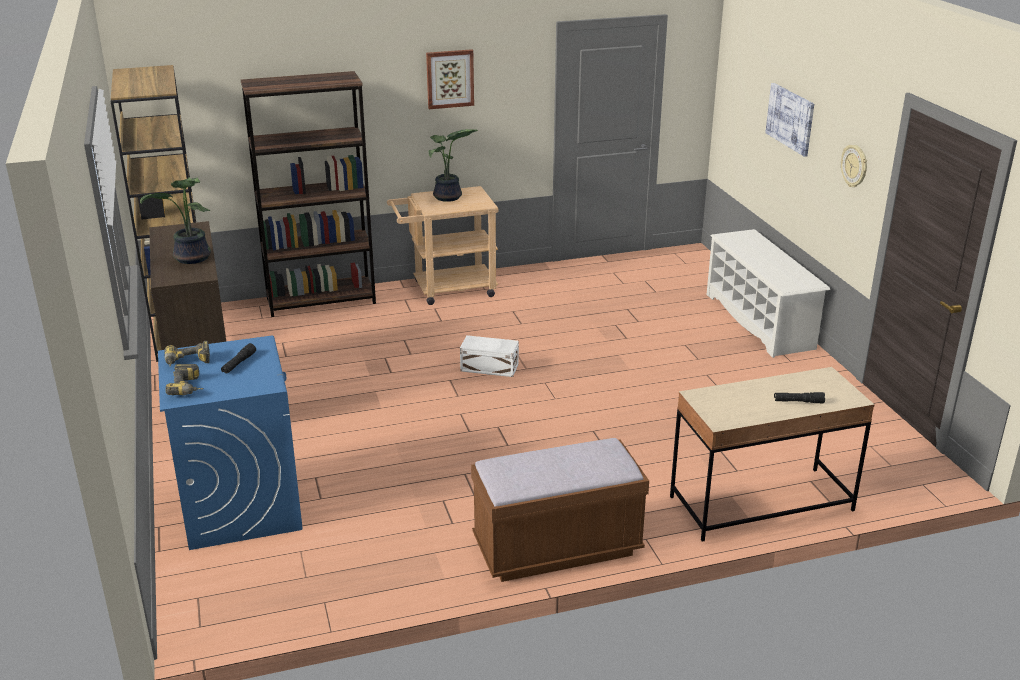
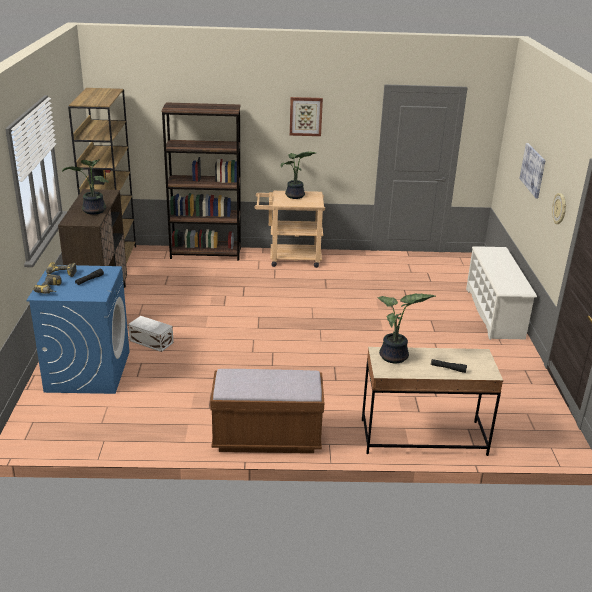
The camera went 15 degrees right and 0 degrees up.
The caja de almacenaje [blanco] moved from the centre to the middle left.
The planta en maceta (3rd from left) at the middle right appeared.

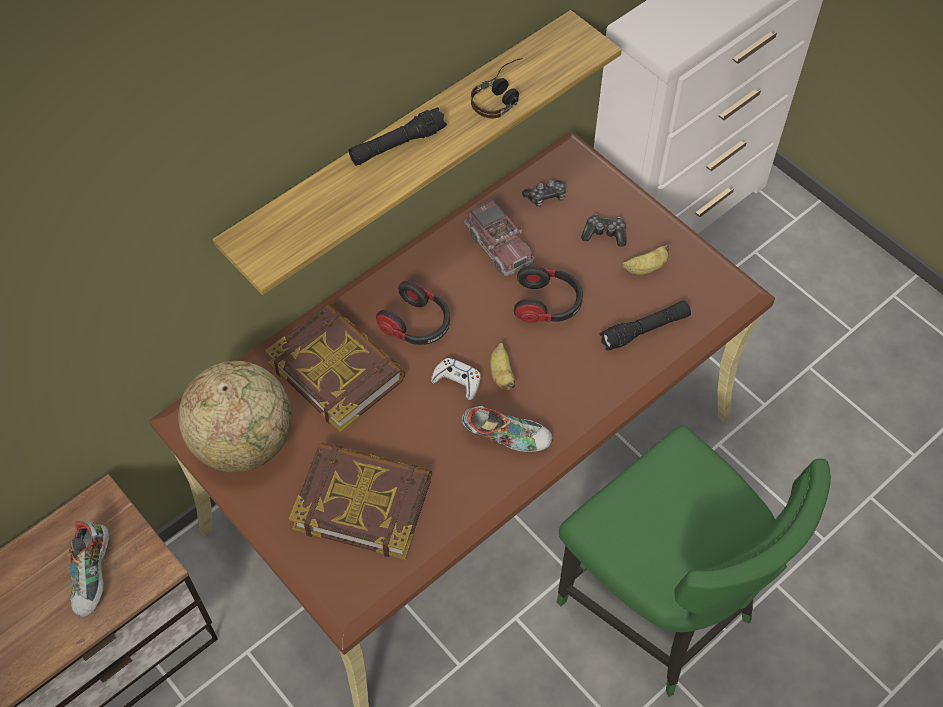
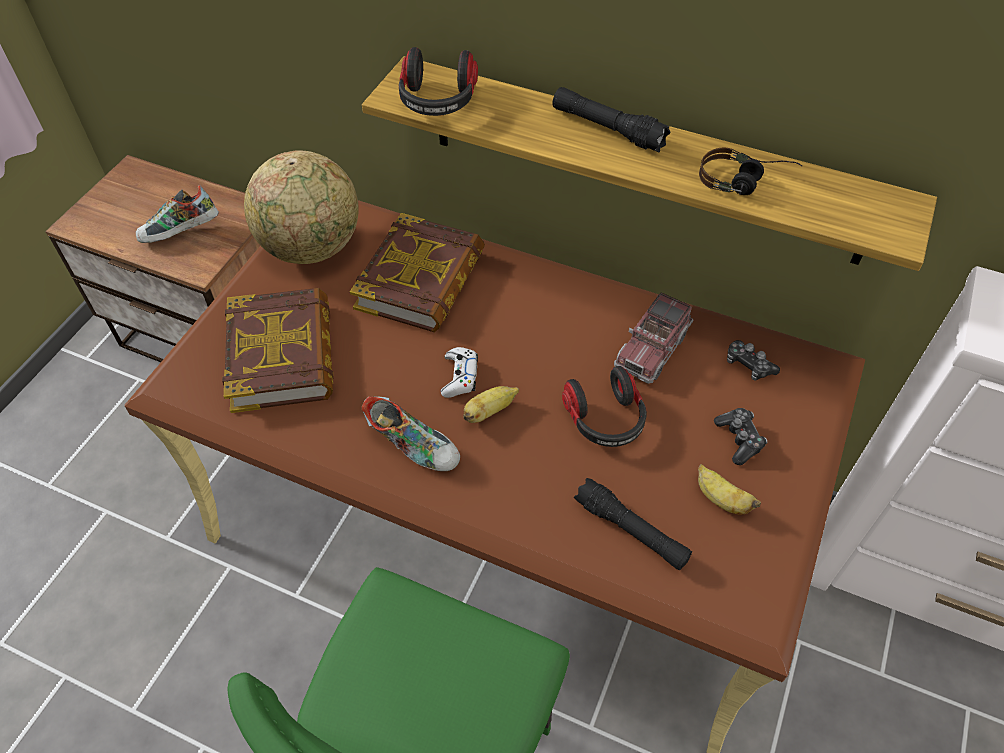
The camera went 65 degrees right and 5 degrees down.
The zapato (2nd from left) at the centre turned 45 degrees counterclockwise.
The auriculares (1st from left) moved from the centre to the top centre.

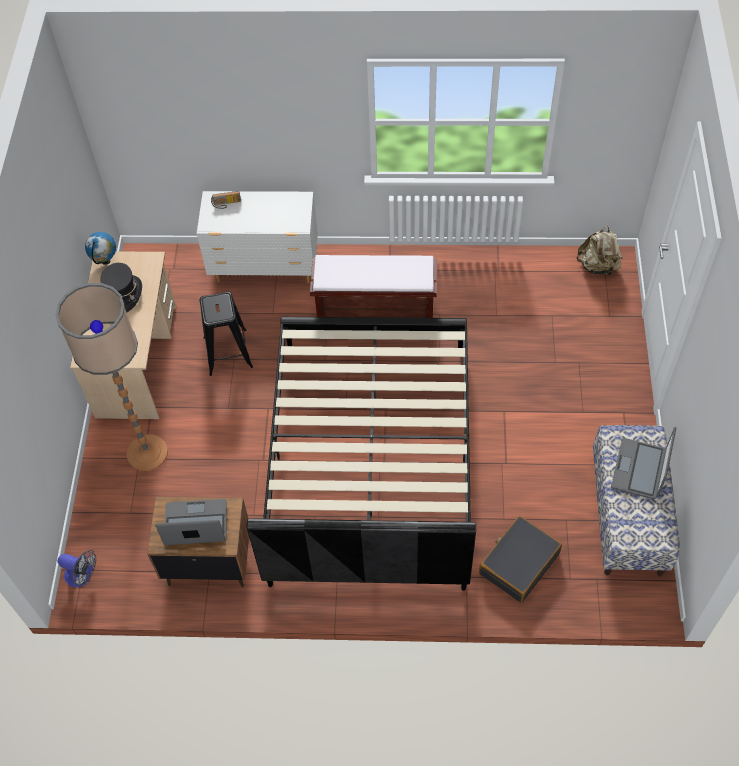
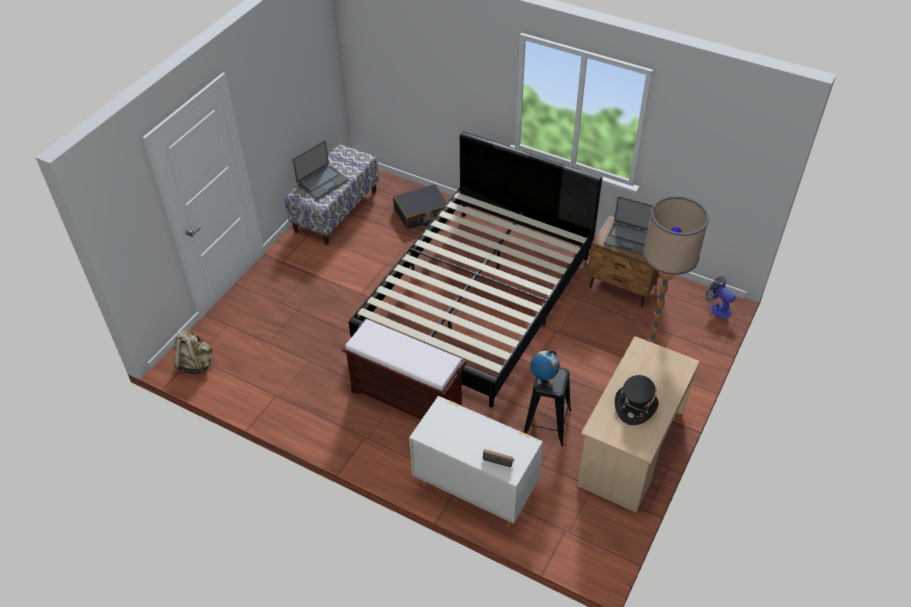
The camera went 155 degrees left and 10 degrees down.
The globo terráqueo moved from the top left to the centre.

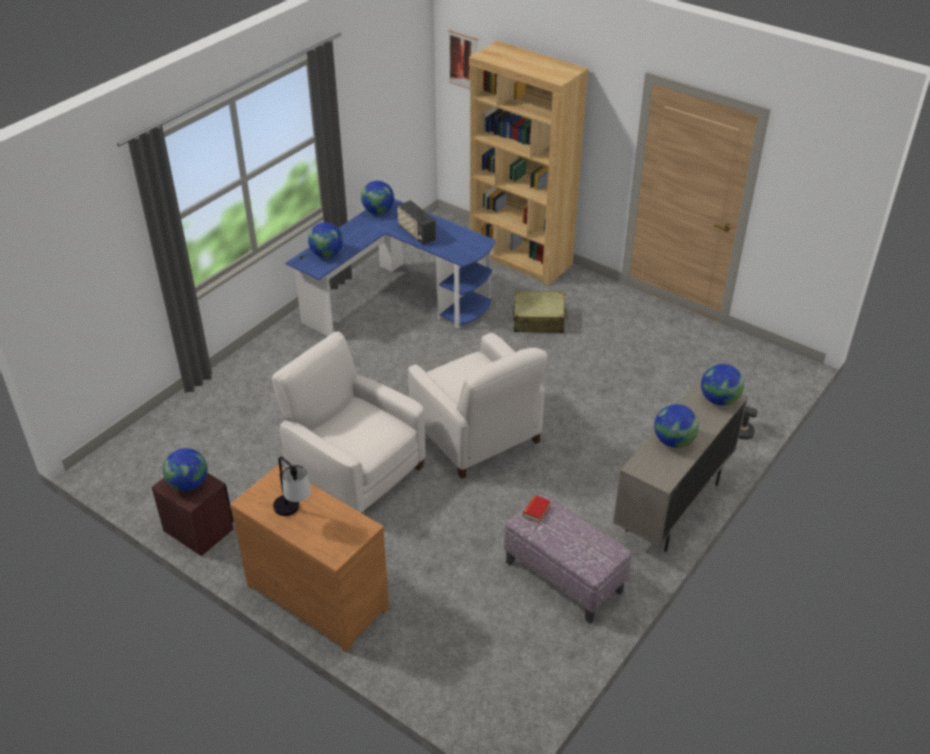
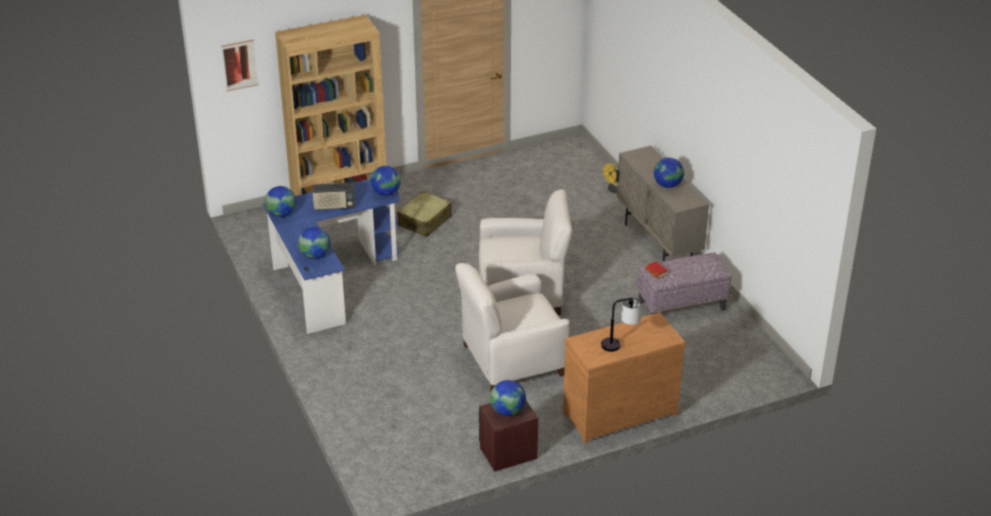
The camera went 60 degrees left and 5 degrees down.
The globo terráqueo (5th from left in the first image) moved from the middle right to the centre.

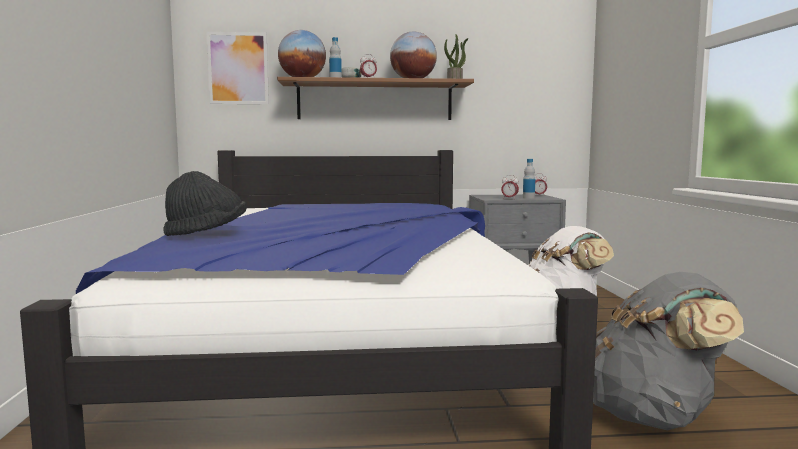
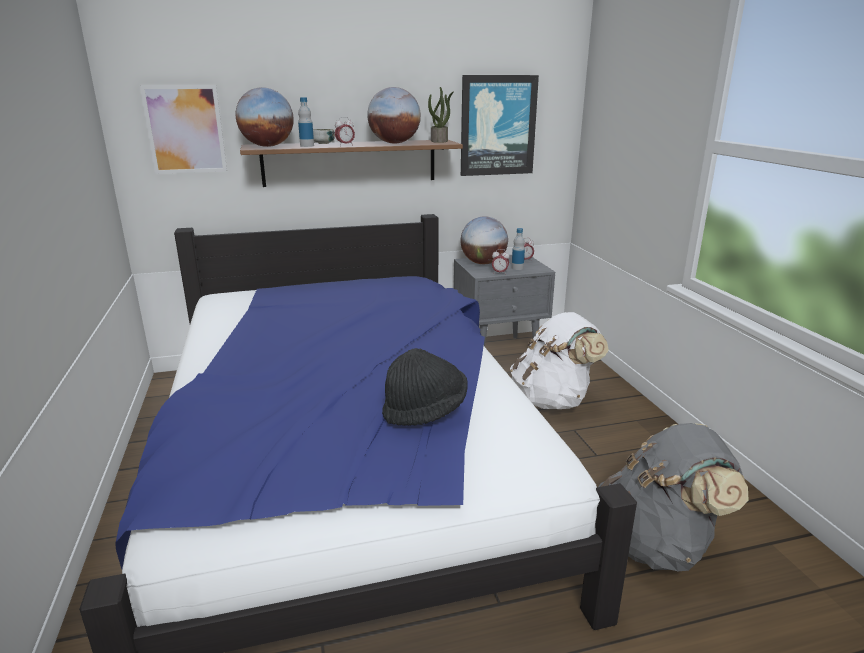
The camera went 10 degrees left and 15 degrees up.
The sombrero [negro] moved from the middle left to the centre.
The cuadro (2nd from left) at the top centre appeared.
The globo terráqueo (3rd from left) at the centre appeared.

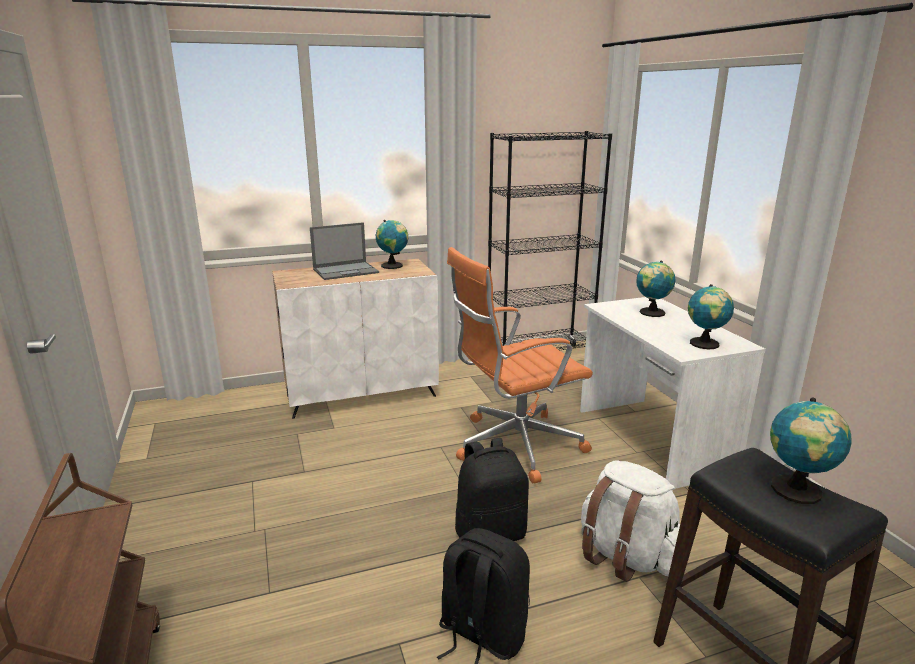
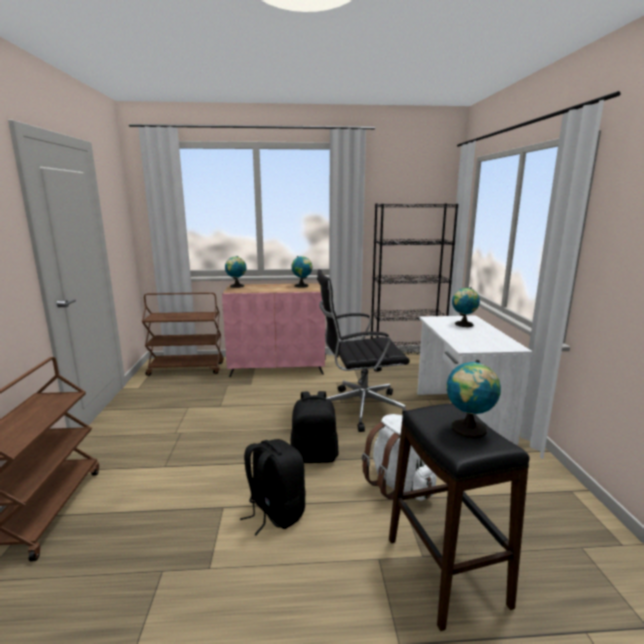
The camera went 15 degrees right and 5 degrees down.
The carrito [marrón] (2nd from left) at the middle left appeared.
The armario [blanco] at the centre became the armario [rosa] at the centre.
The globo terráqueo (3rd from left in the first image) moved from the middle right to the centre.
The silla de oficina [naranja] at the centre became the silla de oficina [negro] at the centre.
The portátil at the centre disappeared.

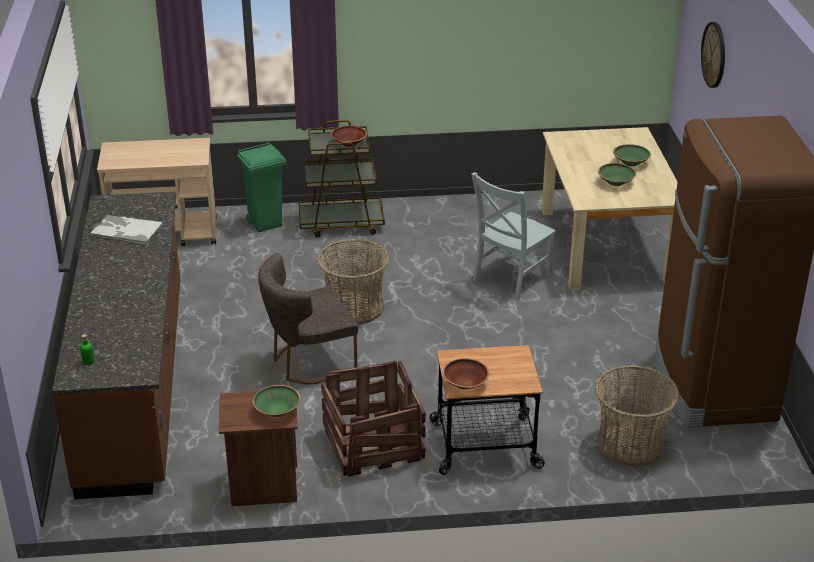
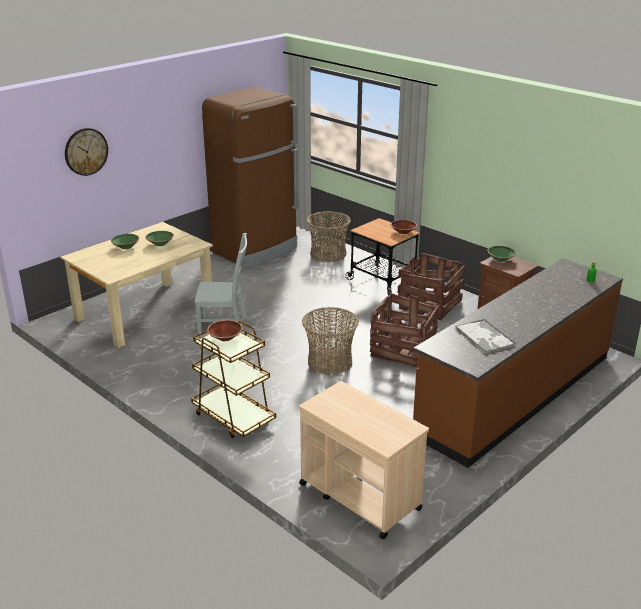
The camera went 130 degrees left and 5 degrees down.
The silla [gris] (1st from left) at the centre was replaced by the caja de embalaje (1st from left) at the centre.
The papelera [verde] at the top left disappeared.

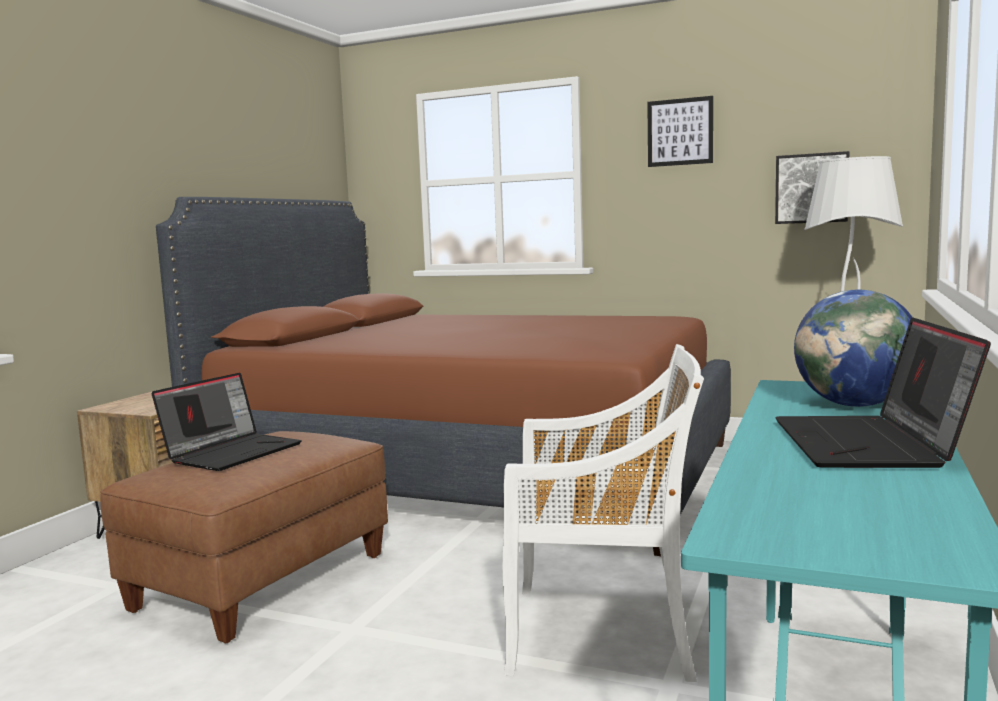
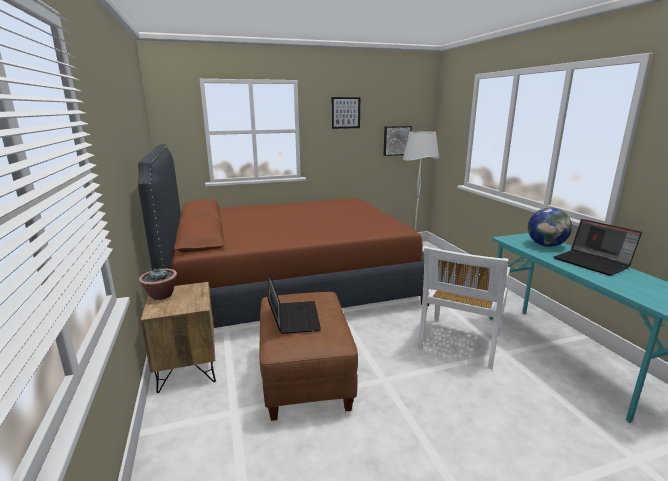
The camera went 40 degrees left and 10 degrees up.
The planta en maceta at the middle left appeared.
The silla [blanco] at the bottom centre turned 150 degrees clockwise.

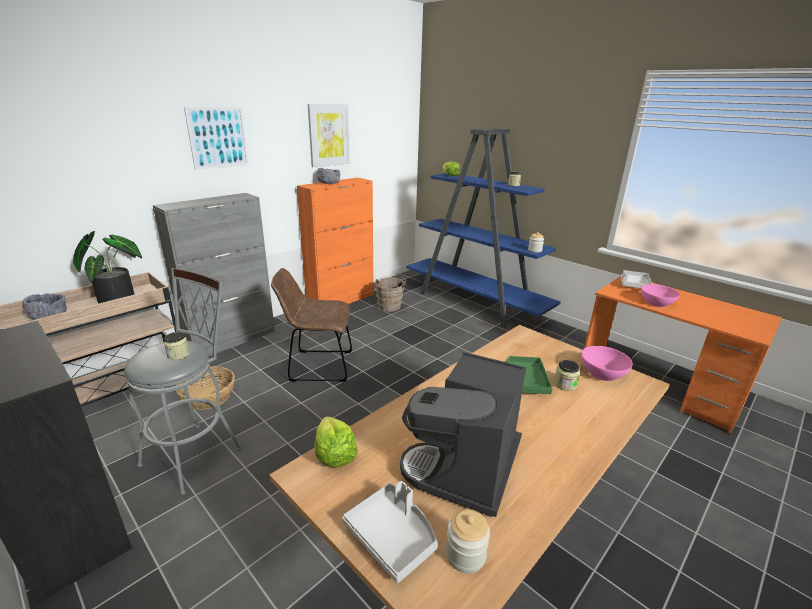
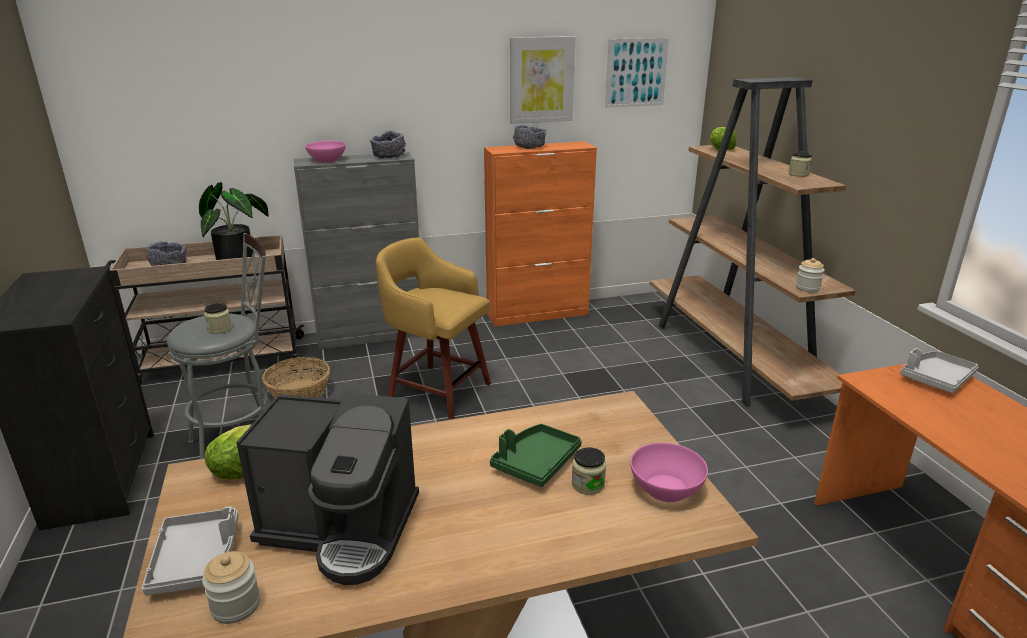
The camera went 30 degrees right and 0 degrees up.
The cafetera at the bottom centre turned 135 degrees counterclockwise.
The cuenco [rosa] (2nd from left in the first image) moved from the middle right to the top left.
The cuenco [gris] (2nd from left) at the top centre appeared.
The silla [marrón] at the centre was replaced by the taburete [amarillo] at the centre.
The cuadro (1st from left in the first image) moved from the top left to the top centre.
The estantería [azul] at the centre became the estantería [marrón] at the middle right.
The cubo [marrón] at the centre disappeared.

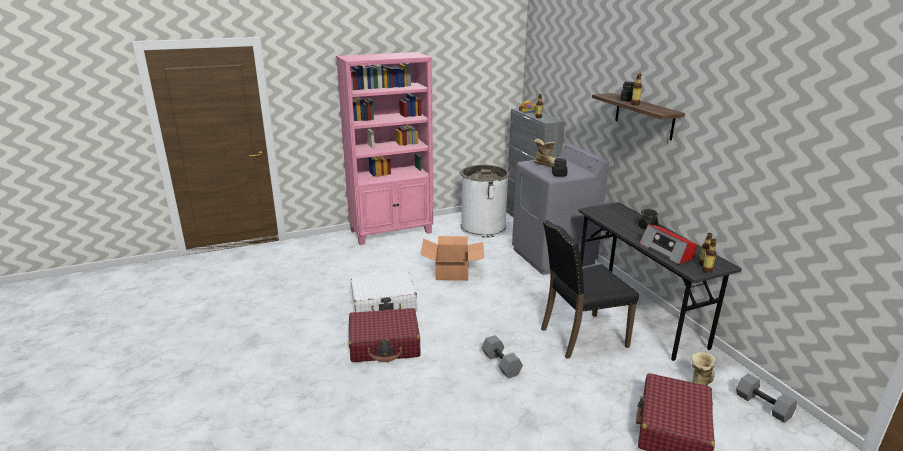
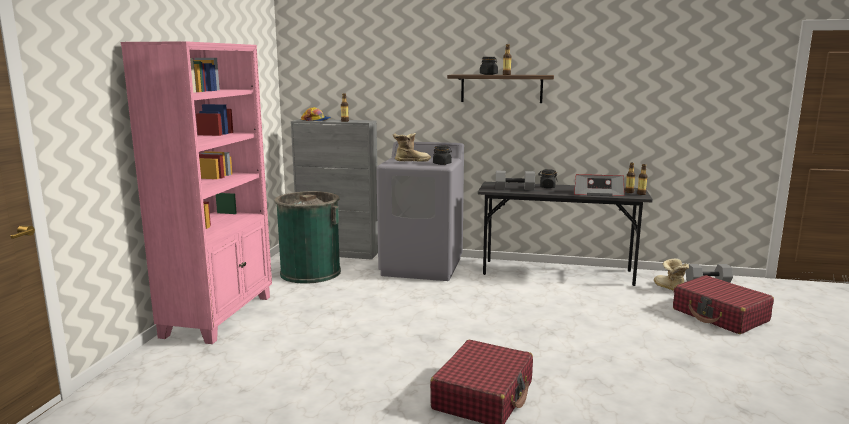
The camera went 55 degrees left and 10 degrees down.
The papelera [blanco] at the centre became the papelera [verde] at the centre.
The mancuerna [gris] (1st from left) moved from the bottom centre to the centre.
The maleta [blanco] at the centre disappeared.
The caja de cartón at the centre disappeared.
The silla [negro] at the centre disappeared.

